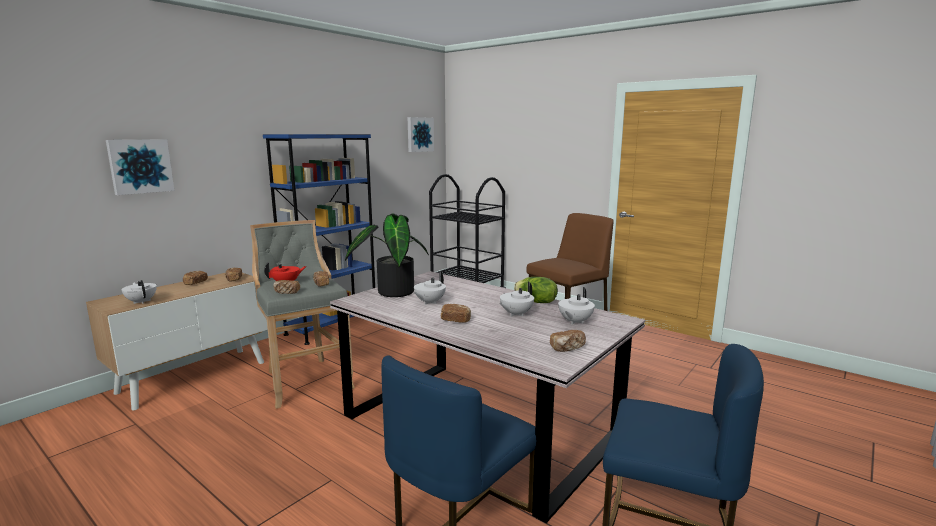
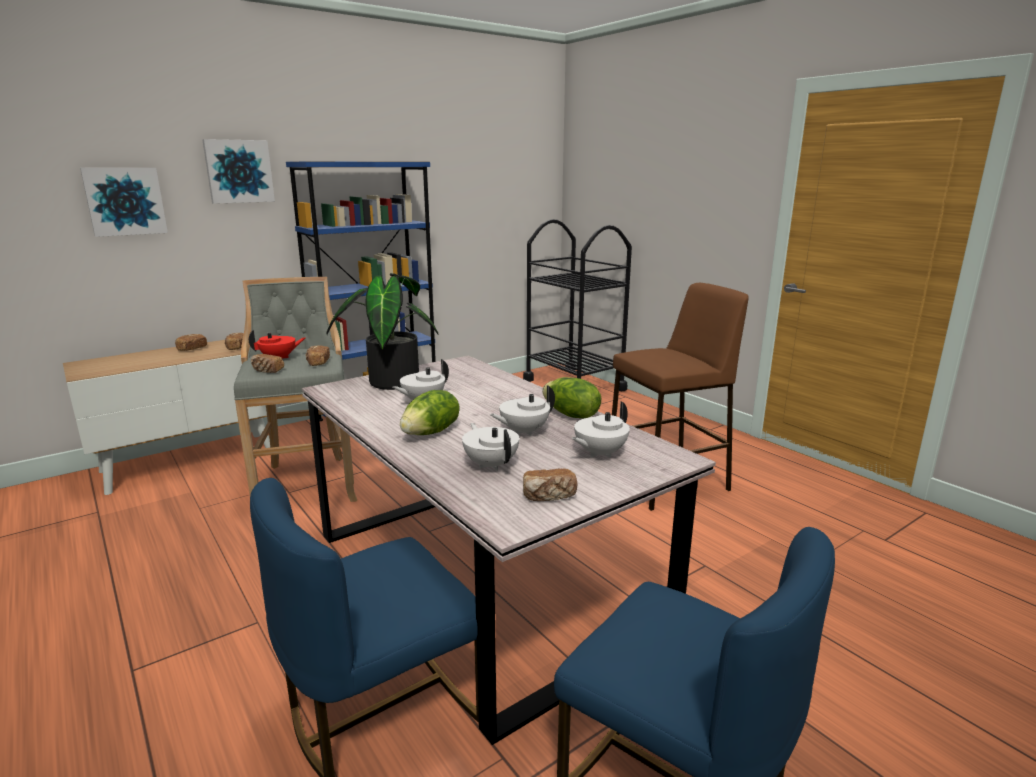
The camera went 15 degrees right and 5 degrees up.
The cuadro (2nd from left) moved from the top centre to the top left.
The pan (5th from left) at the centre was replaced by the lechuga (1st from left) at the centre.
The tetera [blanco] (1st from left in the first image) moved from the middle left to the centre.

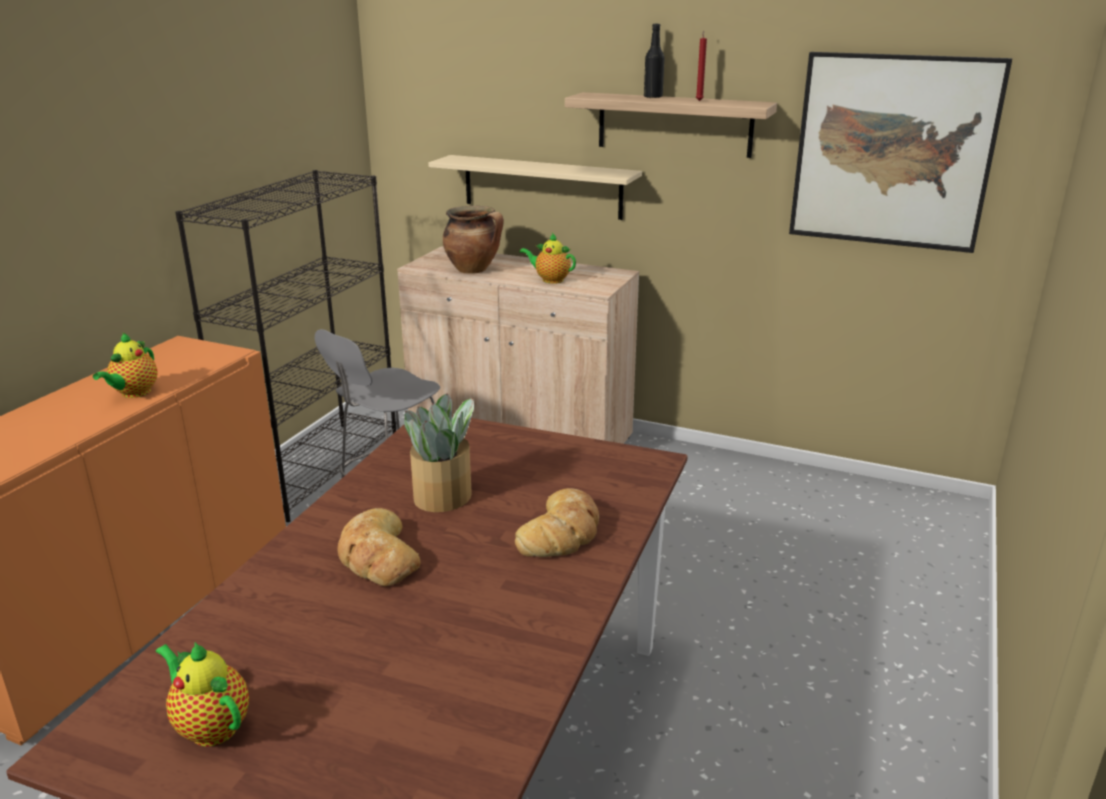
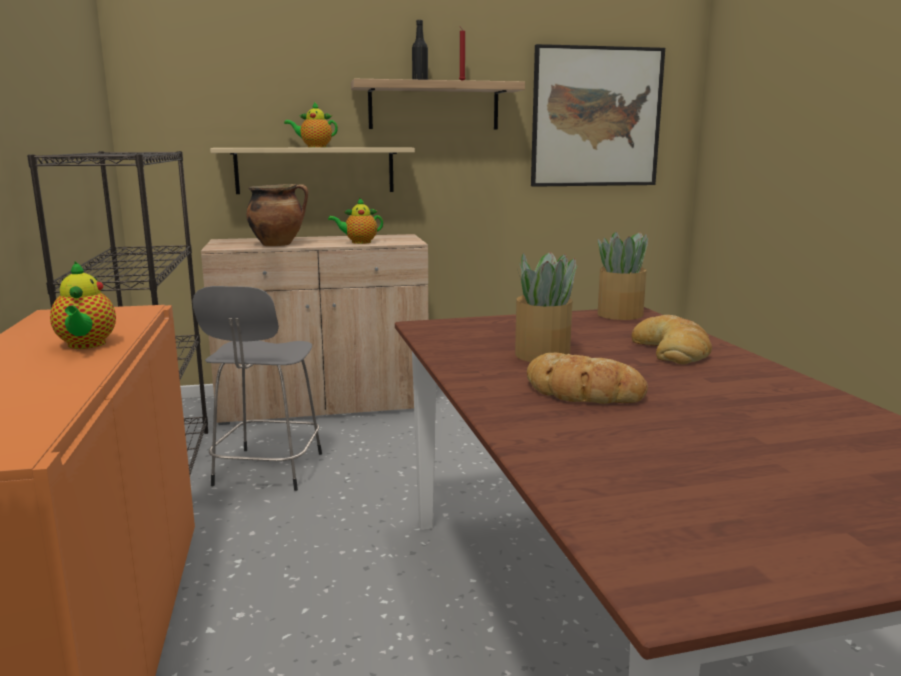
The camera went 35 degrees left and 10 degrees down.
The tetera (2nd from left) moved from the bottom left to the top centre.
The planta en maceta (2nd from left) at the middle right appeared.

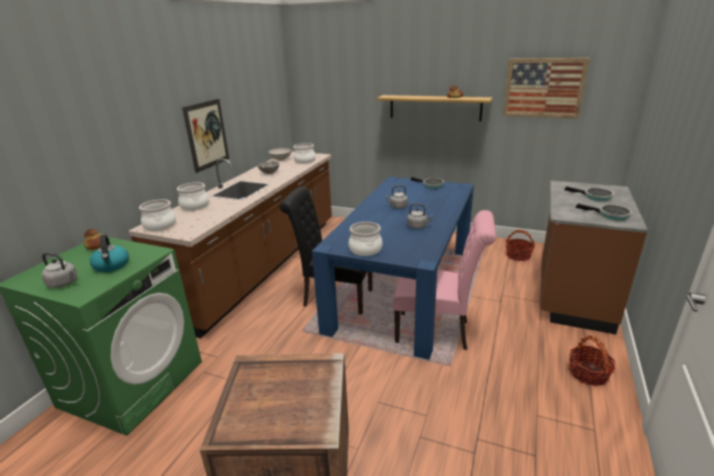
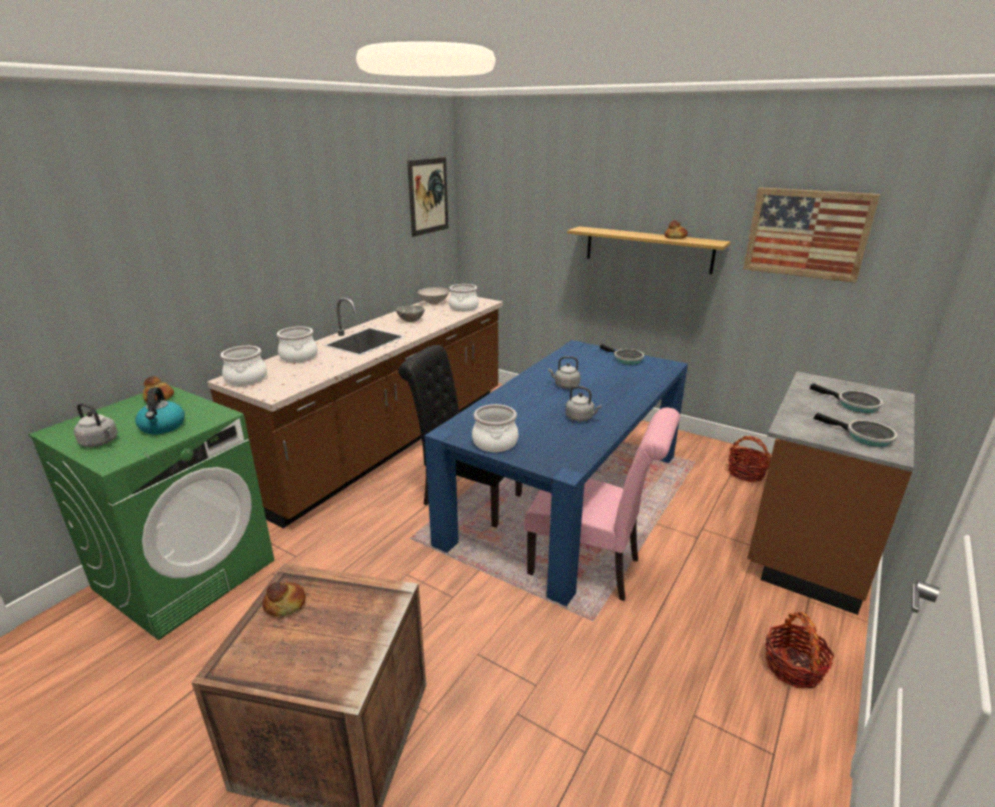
The camera went 10 degrees right and 0 degrees up.
The pan (2nd from left) at the bottom left appeared.
The cuadro (1st from left) moved from the top left to the top centre.

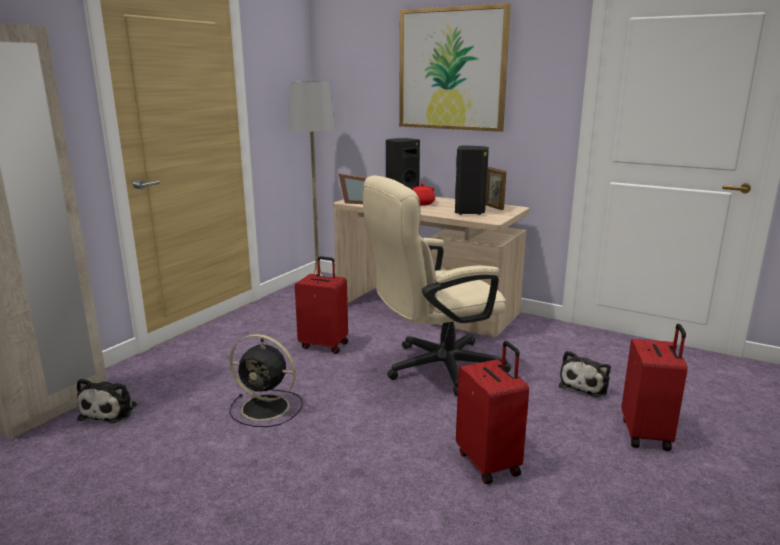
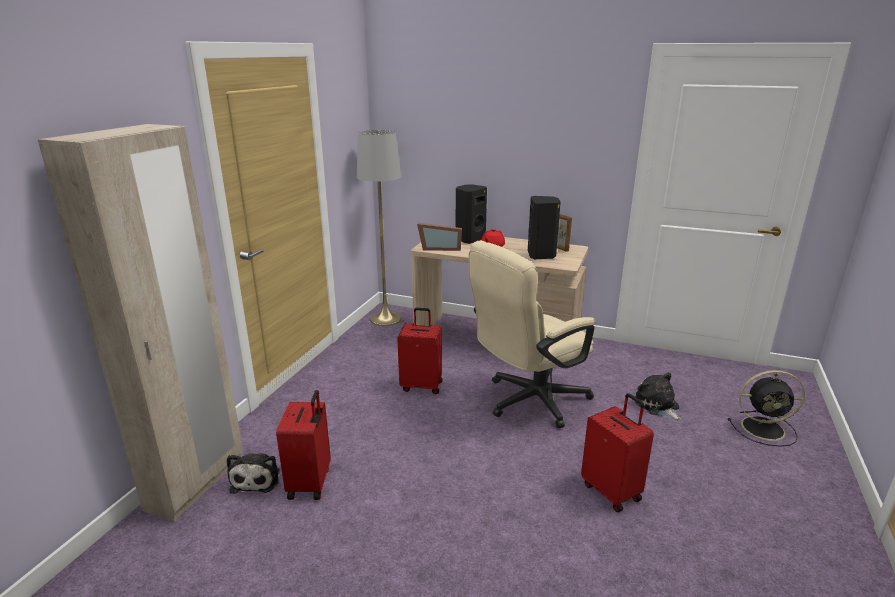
The camera went 10 degrees left and 5 degrees up.
The maleta [rojo] (3rd from left in the first image) moved from the bottom right to the bottom centre.
The peluche (2nd from left) at the bottom right turned 135 degrees clockwise.
The ventilador [negro] moved from the bottom centre to the bottom right.
The cuadro at the top centre disappeared.

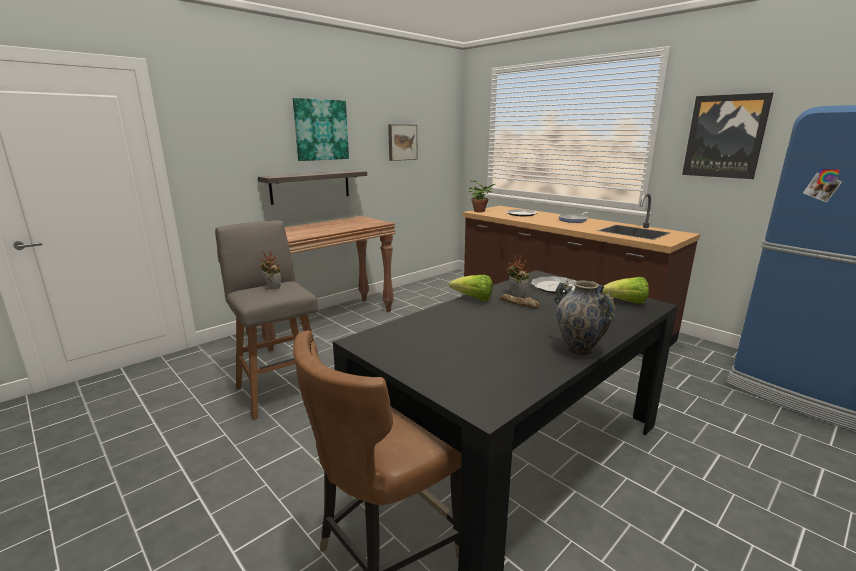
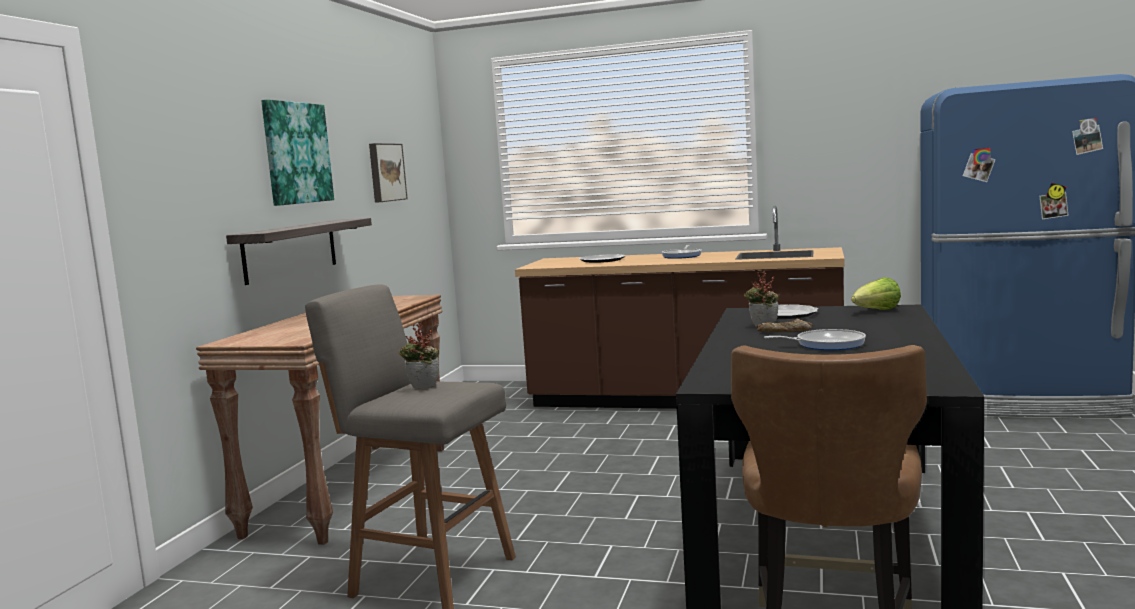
The camera went 30 degrees left and 10 degrees down.
The sartén (2nd from left) at the middle right appeared.
The lechuga (1st from left) at the centre disappeared.
The planta en maceta (2nd from left) at the centre disappeared.
The florero at the middle right disappeared.
The cuadro (3rd from left) at the top right disappeared.

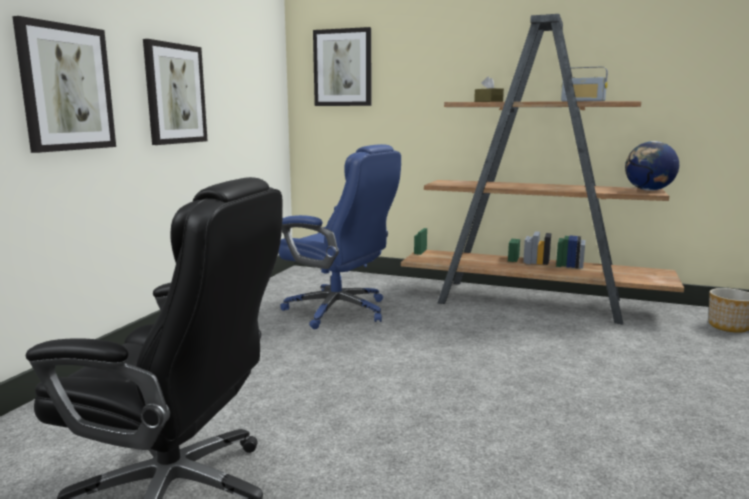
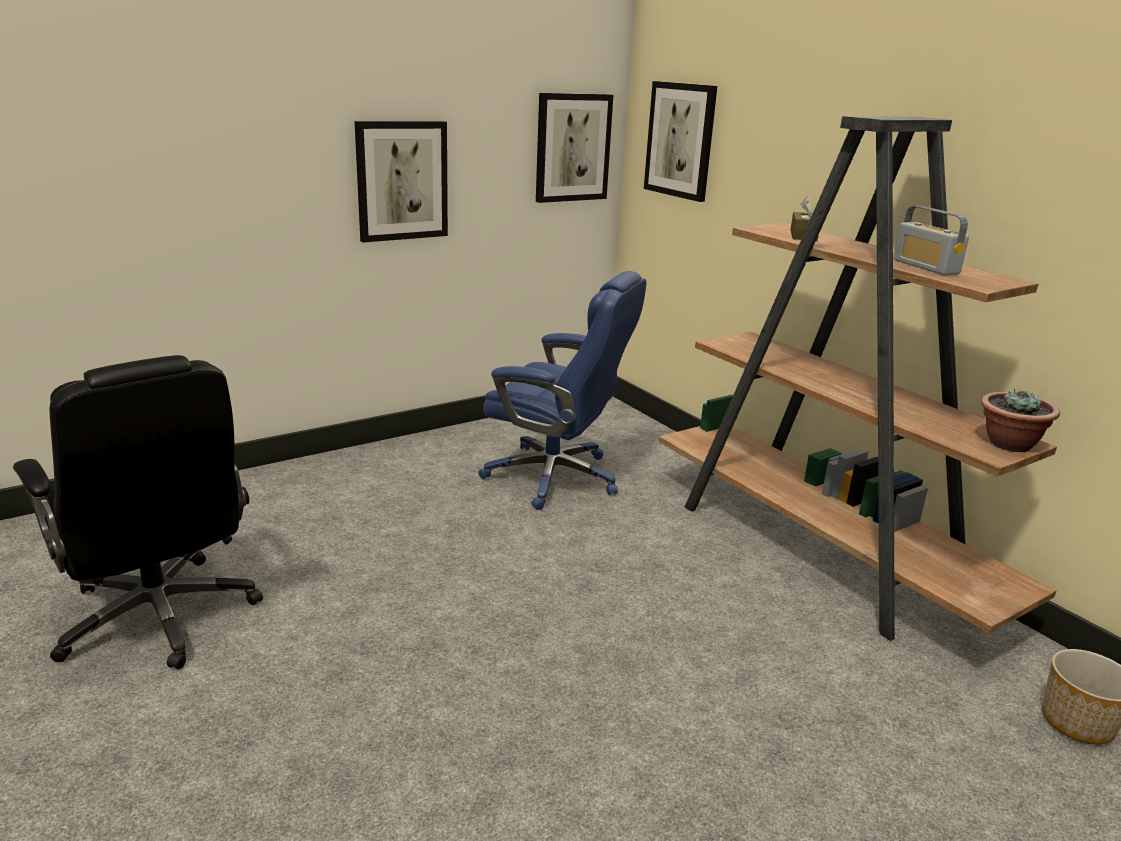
The camera went 35 degrees right and 10 degrees up.
The silla de oficina [azul] at the centre turned 45 degrees counterclockwise.
The cuadro (1st from left in the first image) moved from the top left to the top centre.
The globo terráqueo at the top right was replaced by the planta en maceta at the middle right.

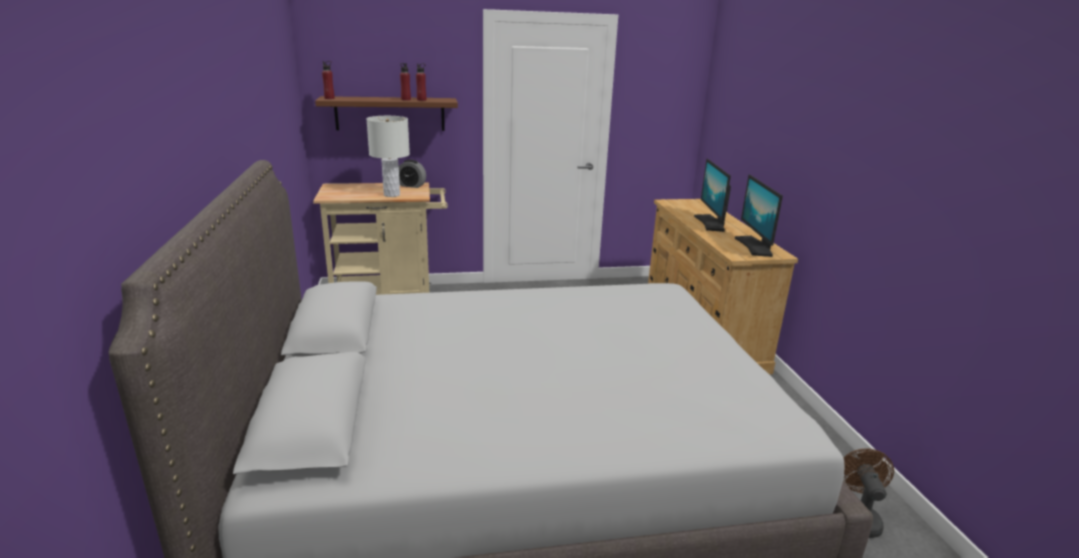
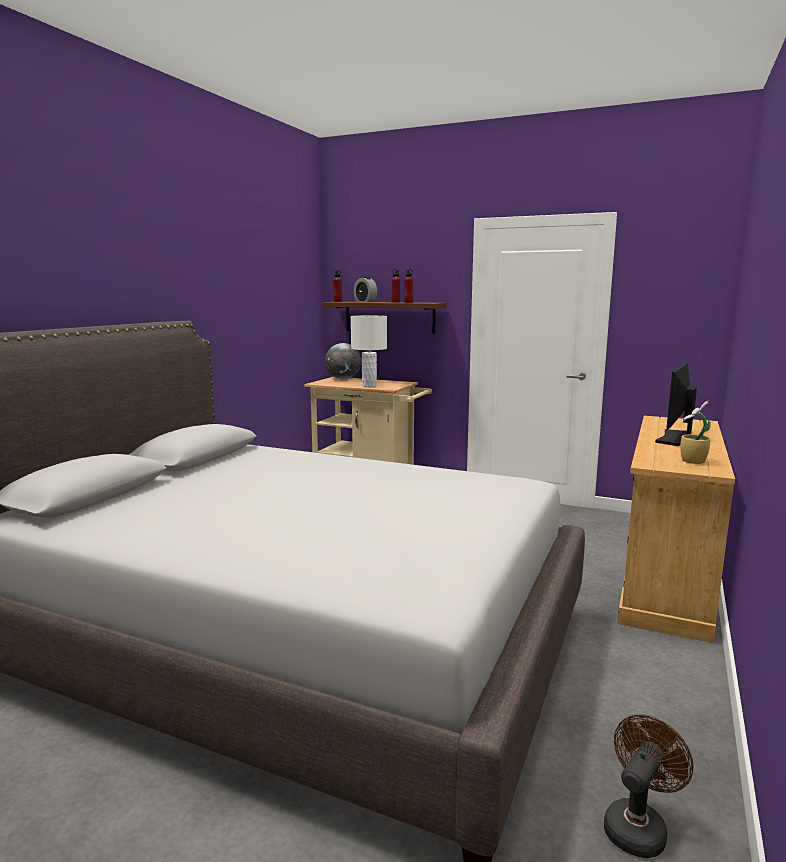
The camera went 35 degrees right and 10 degrees down.
The globo terráqueo at the centre appeared.
The despertador moved from the top centre to the centre.
The monitor (2nd from left) at the middle right was replaced by the planta en maceta at the middle right.

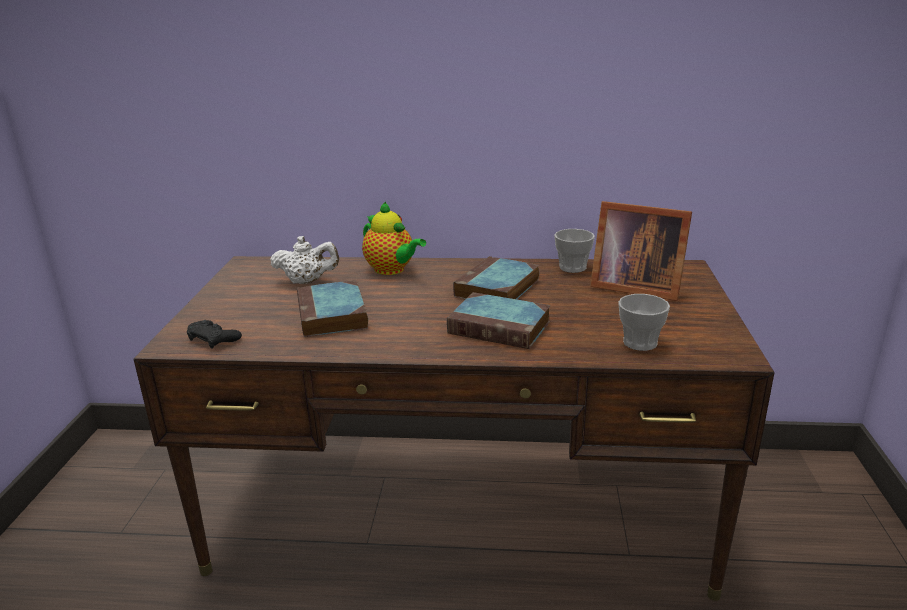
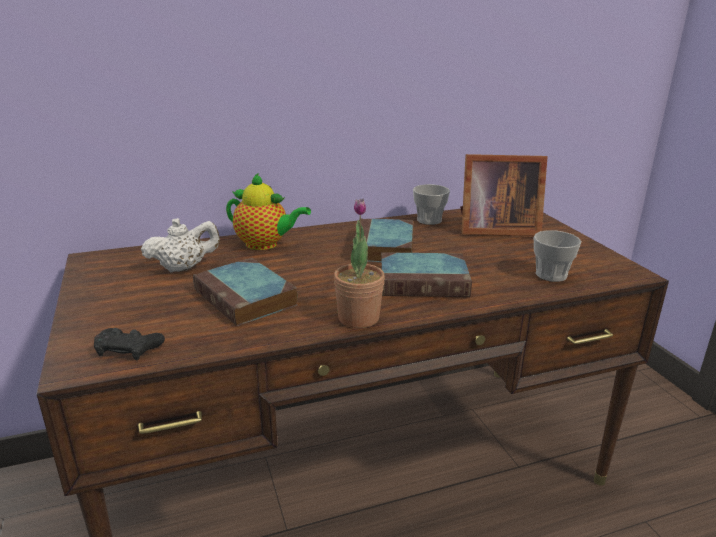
The camera went 25 degrees left and 0 degrees up.
The planta en maceta at the centre appeared.

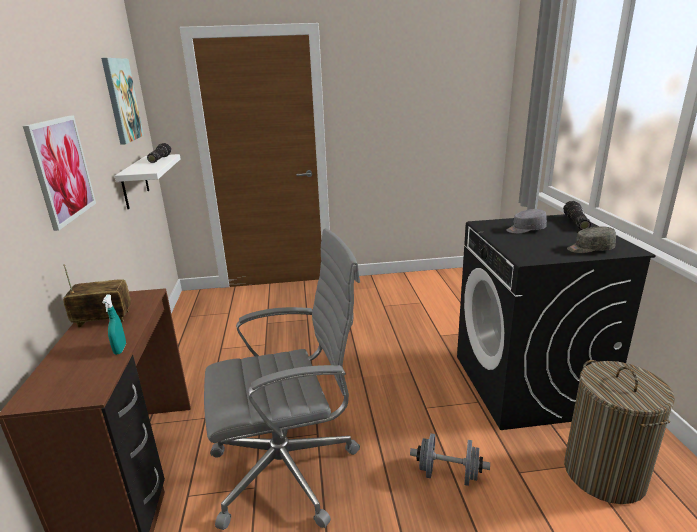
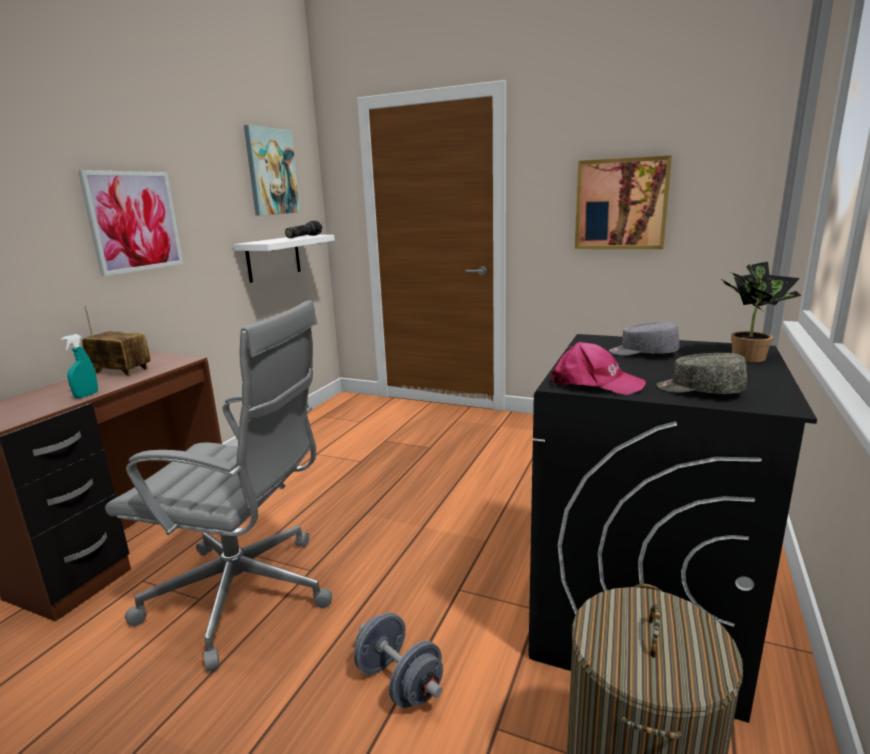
The camera went 30 degrees right and 5 degrees down.
The gorra [rosa] at the middle right appeared.
The cuadro (3rd from left) at the top right appeared.
The linterna (2nd from left) at the middle right was replaced by the planta en maceta at the middle right.

